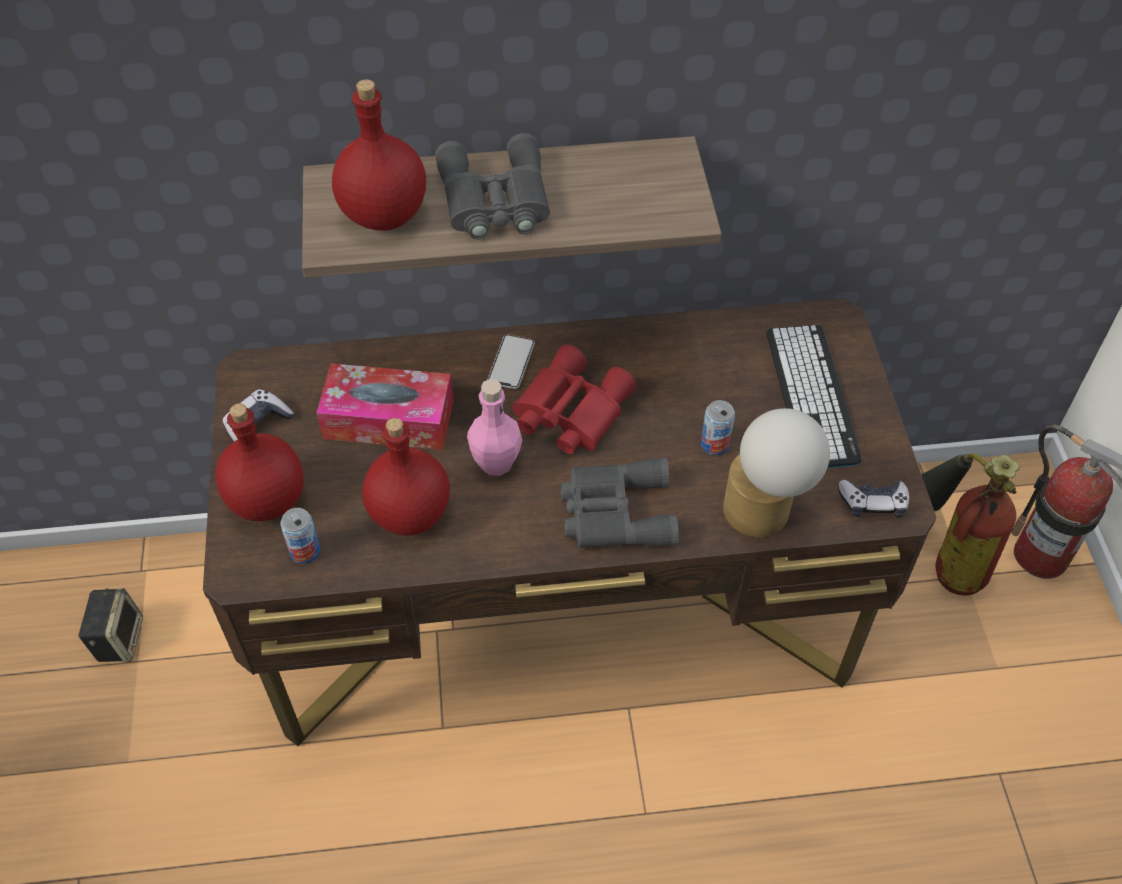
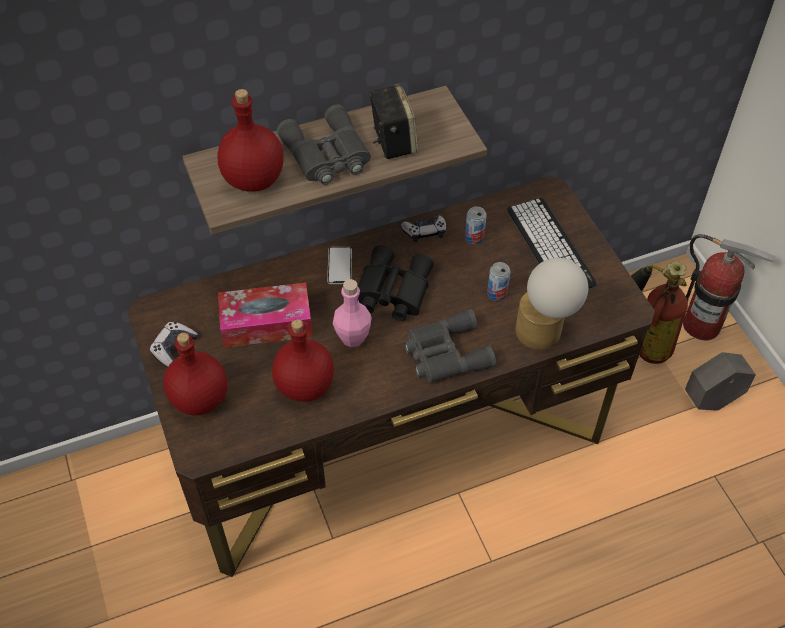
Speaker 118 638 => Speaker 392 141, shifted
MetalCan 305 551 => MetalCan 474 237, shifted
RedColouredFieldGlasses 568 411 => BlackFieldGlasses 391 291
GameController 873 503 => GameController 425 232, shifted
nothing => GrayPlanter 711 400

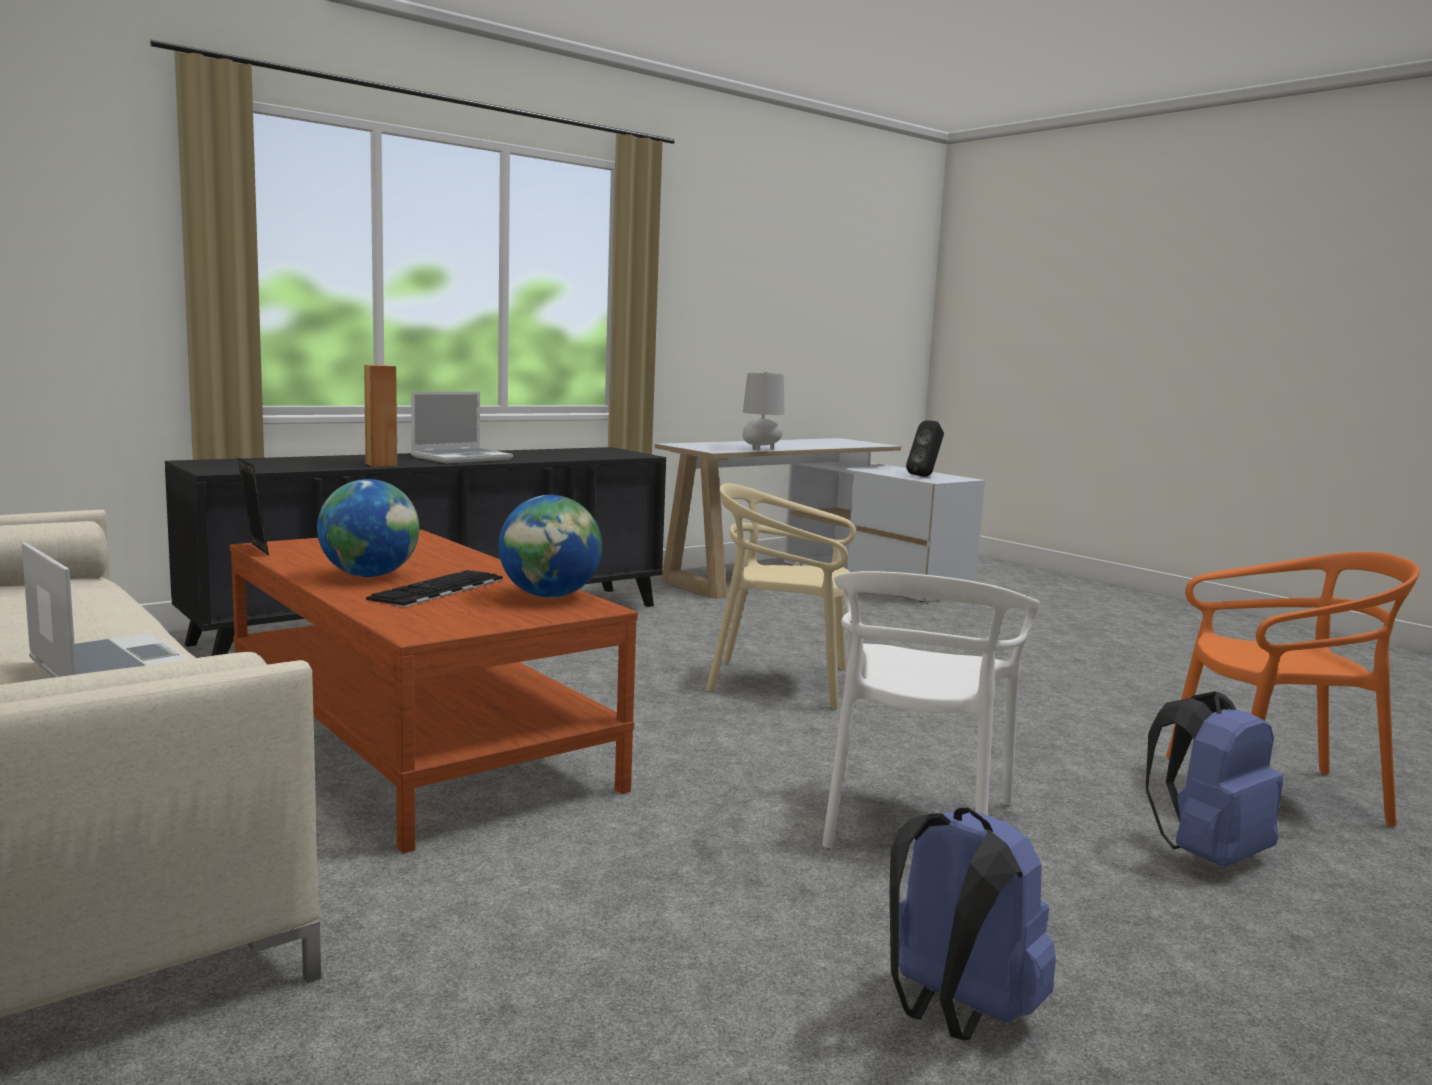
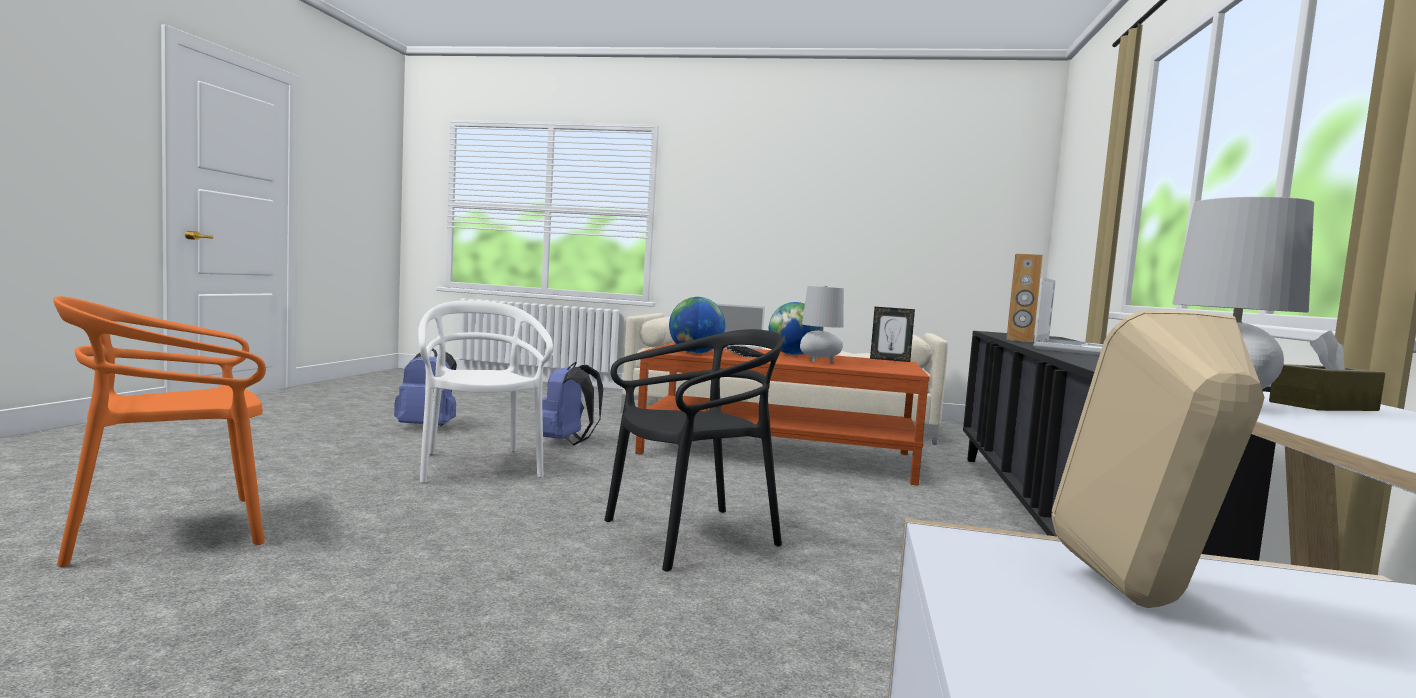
Laptop 462 458 => Laptop 1072 349, 150 degrees counterclockwise
SandColouredUprightChair 781 682 => BlackUprightChair 691 536
BlackSpeaker 925 476 => SandColouredSpeaker 1142 605
BluishBackpack 1207 854 => BluishBackpack 566 442, shifted
nothing => GrayLampForATable 819 361
nothing => BrownishTissueBox 1323 406

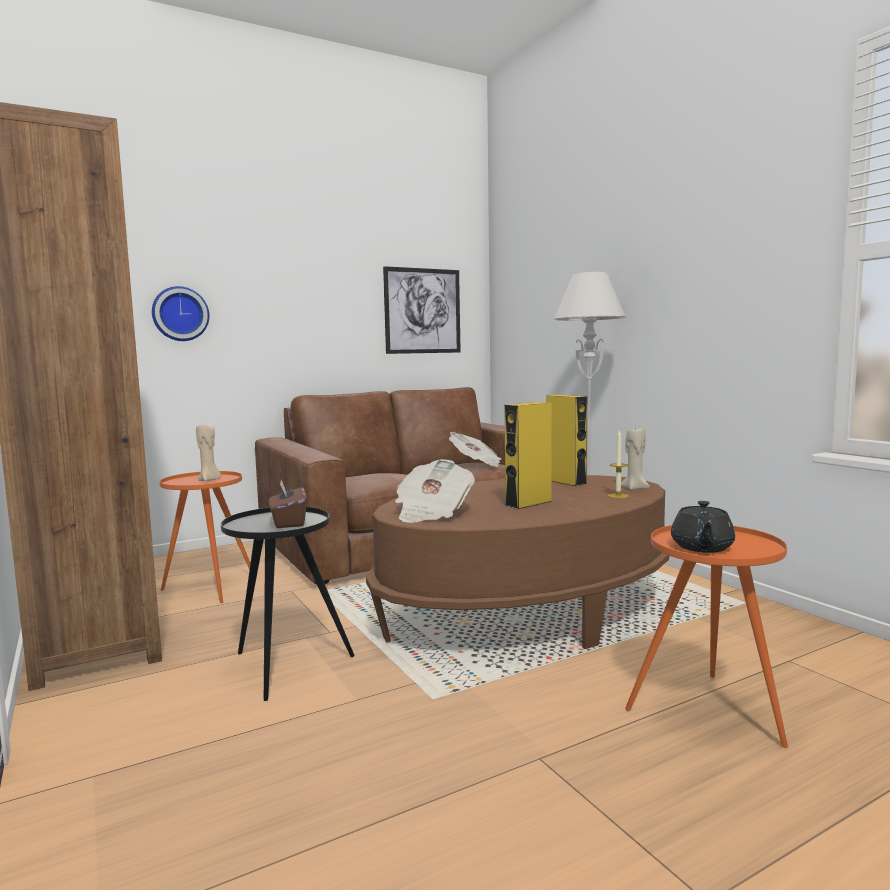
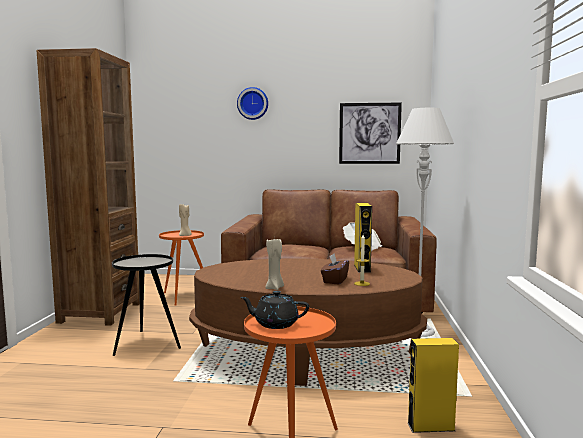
HangingClock 180 314 => HangingClock 253 103, shifted
BrownishTissueBox 288 522 => BrownishTissueBox 334 280, shifted
DailyPaper 431 513 => nothing
YellowSpeaker 528 503 => YellowSpeaker 431 426, shifted
SandColouredWaxLight 634 488 => SandColouredWaxLight 275 288, shifted
BlackTeaPot 701 547 => BlackTeaPot 275 324, 45 degrees clockwise

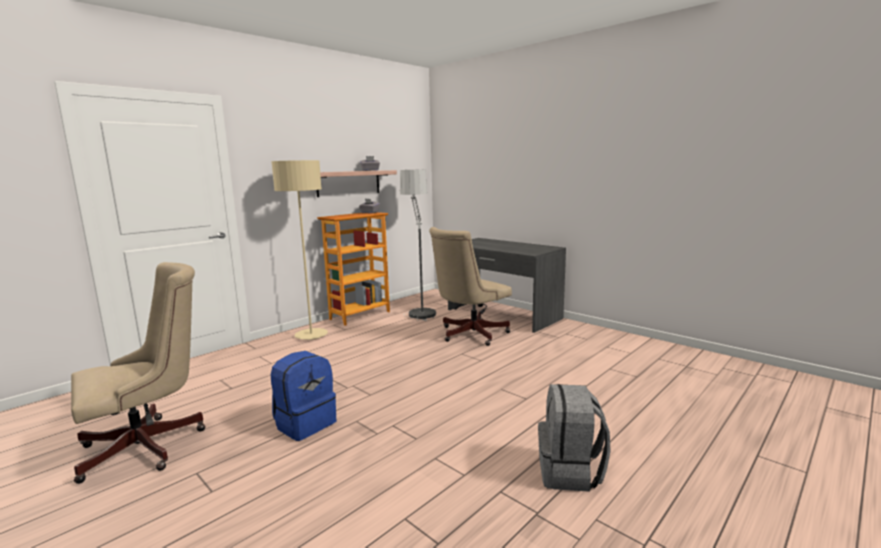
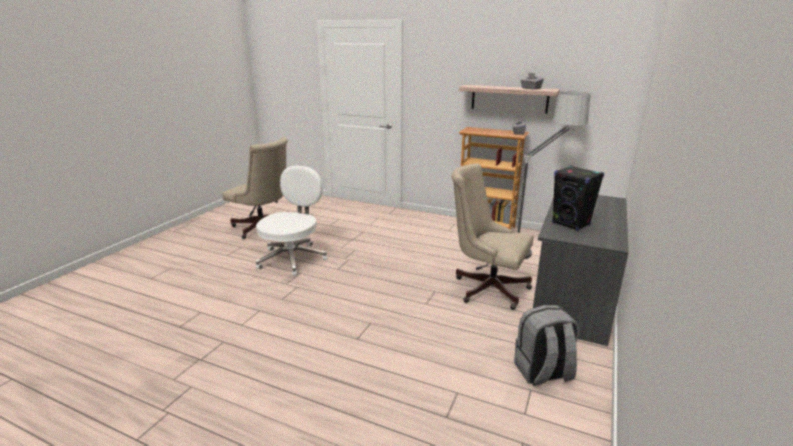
SandColouredFloorLamp 311 335 => nothing
BluishBackpack 305 423 => WhiteColouredComputerChair 293 258
GrayBackpack 570 472 => GrayBackpack 542 372, shifted
nothing => BlackSpeaker 571 224

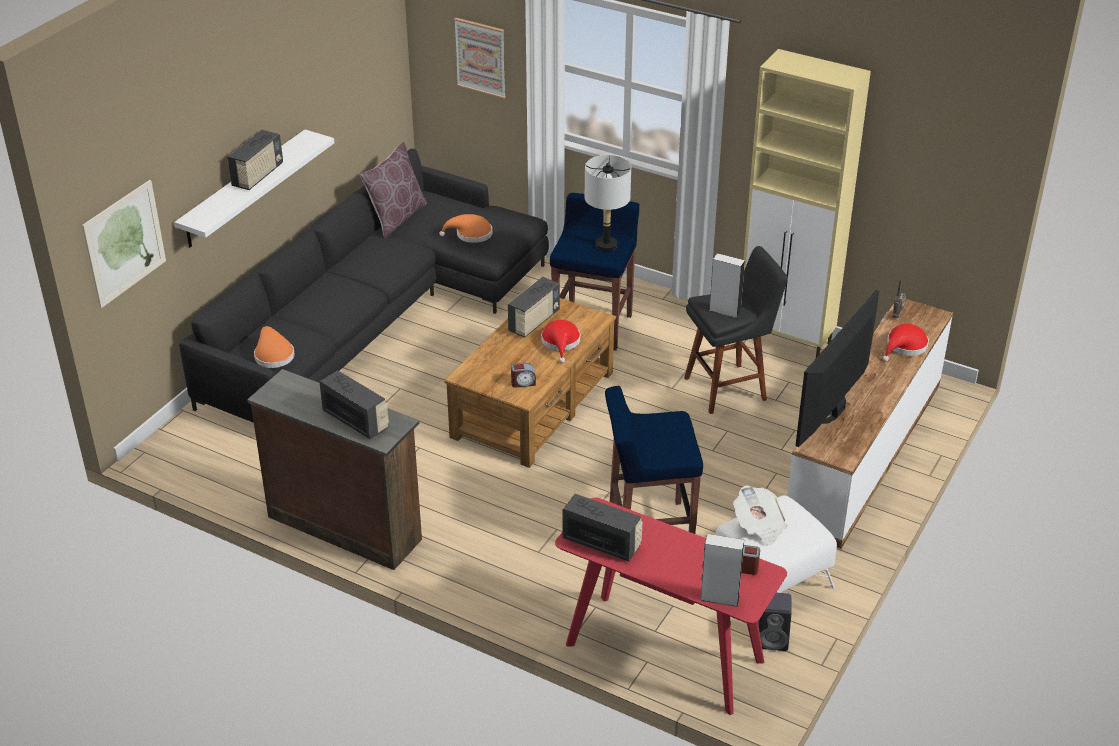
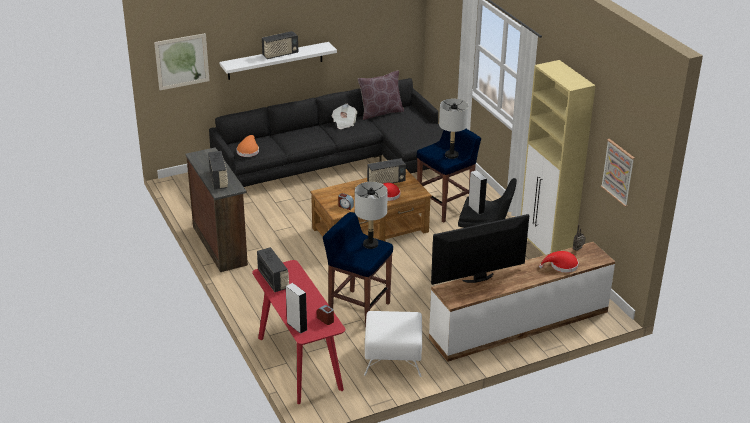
OrangeColouredWearableHat 471 234 => nothing
Picture 481 57 => Picture 618 172, shifted
DailyPaper 759 526 => DailyPaper 344 123, shifted
BlackSpeaker 773 639 => nothing
nothing => GrayLampForATable 370 244

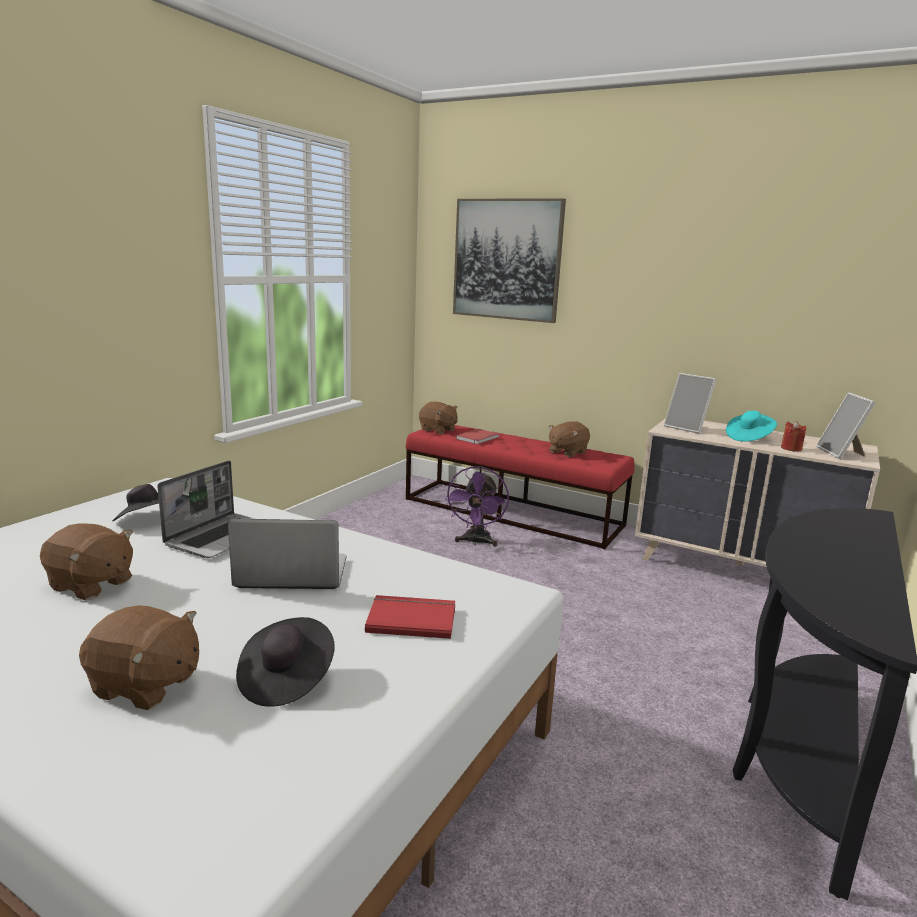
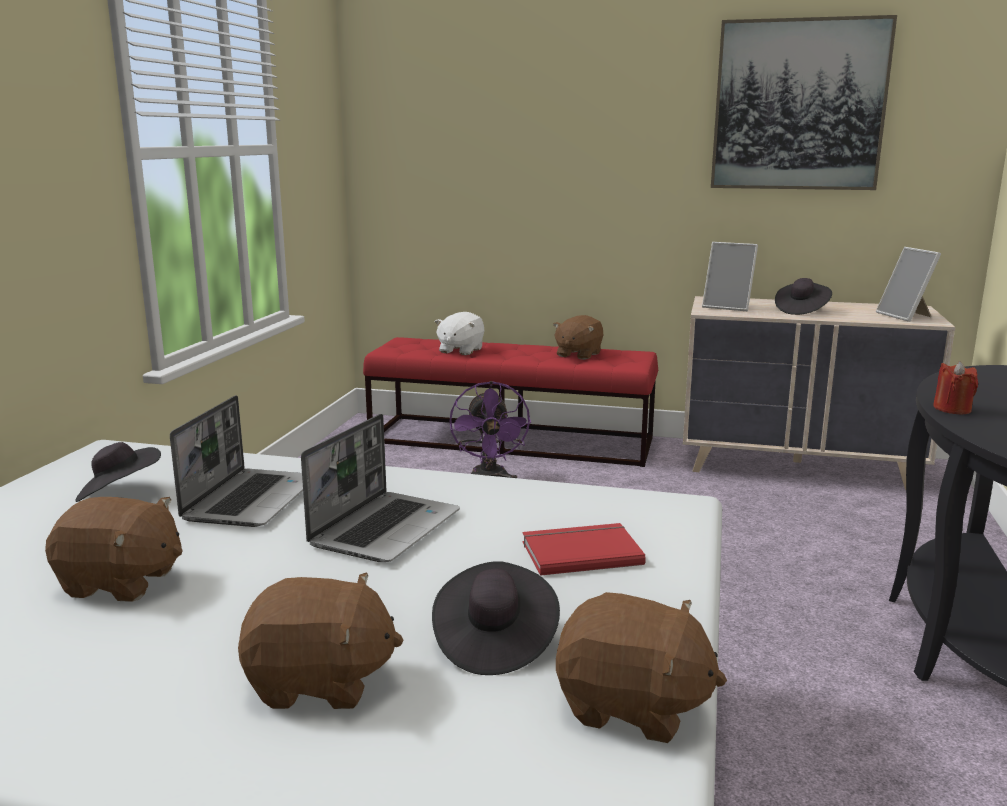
Laptop 290 574 => Laptop 385 528, 135 degrees clockwise
BrownishSoftToy 438 430 => BrownishSoftToy 632 707, shifted
Picture 507 260 => Picture 798 105, shifted
RedColouredVolume 479 438 => WhiteColouredSoftToy 460 350
TurquoiseWearableHat 748 438 => BlackWearableHat 801 310
RedColouredWaxLight 791 448 => RedColouredWaxLight 952 409, shifted

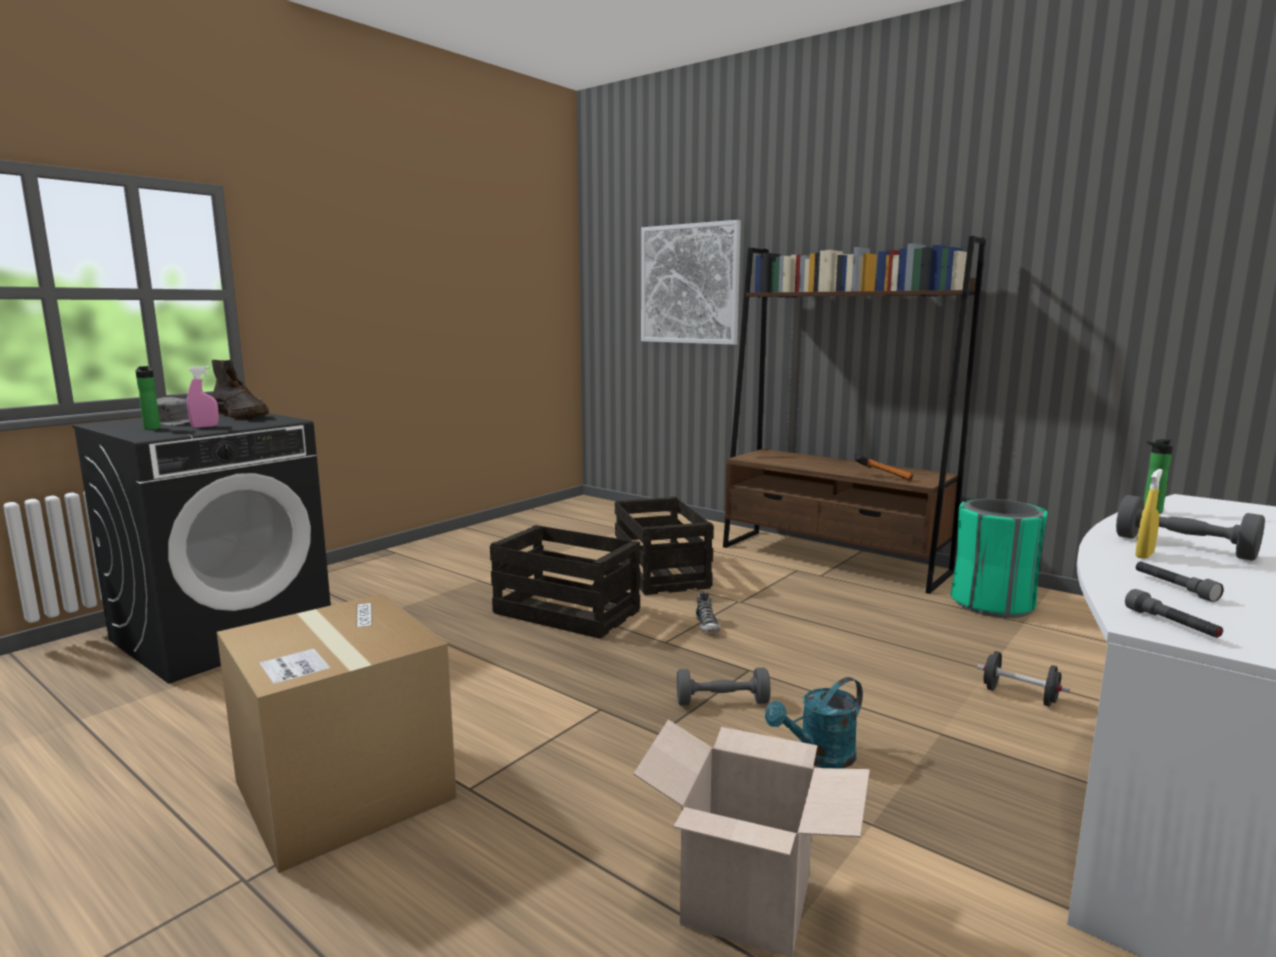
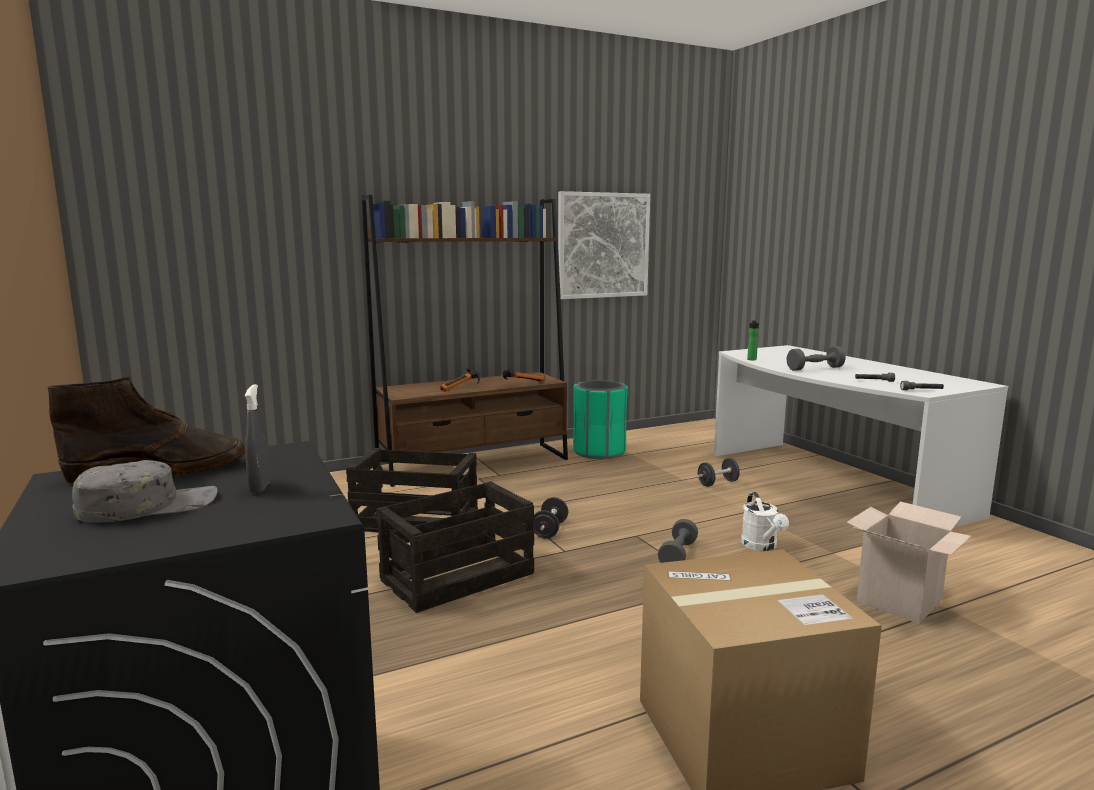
DrinkBottle 152 428 => nothing
PinkSprayer 205 426 => GraySprayer 260 488
Picture 689 284 => Picture 603 245, shifted
Shoe 707 626 => BlackDumbbell 549 530
TurquoiseWateringCan 819 757 => WhiteColouredWateringCan 762 546
YellowSprayer 1144 555 => nothing
nothing => Hammer 462 389

